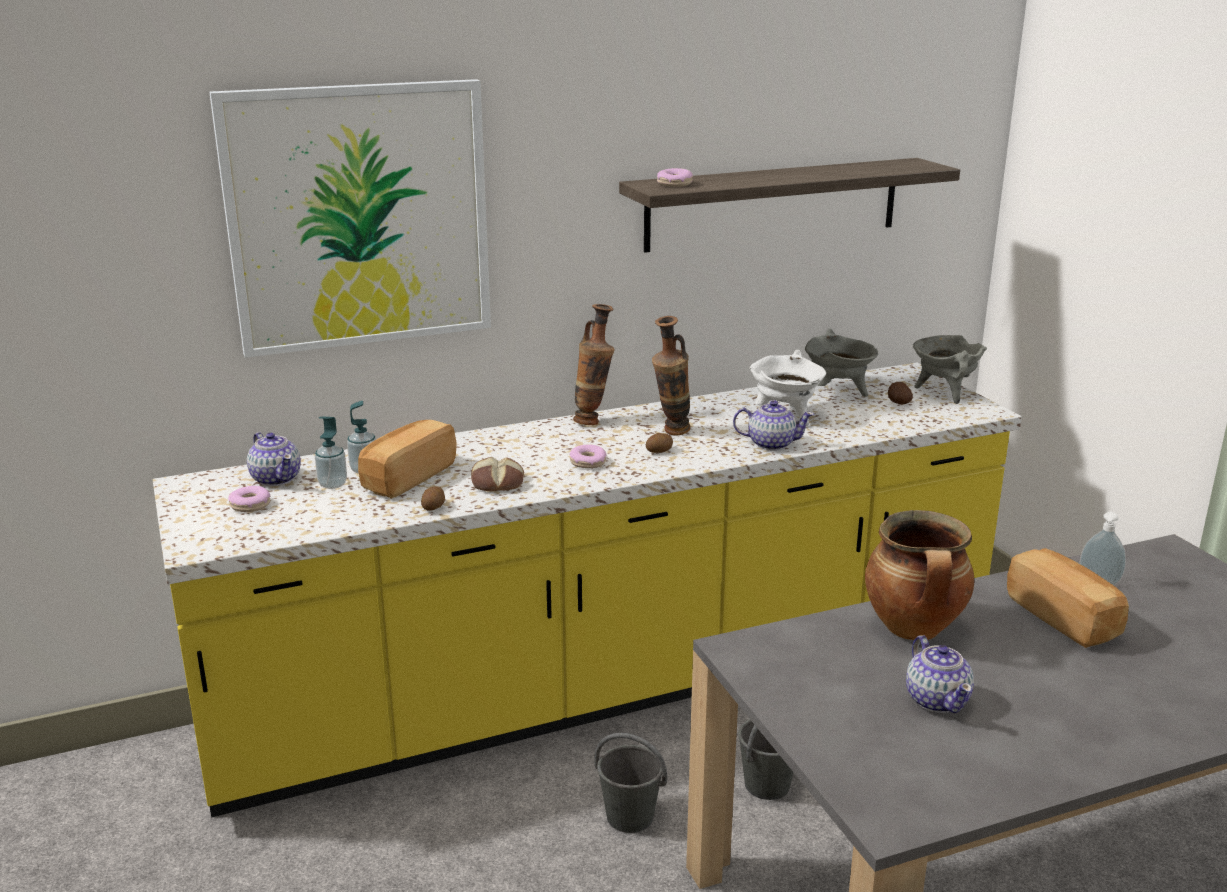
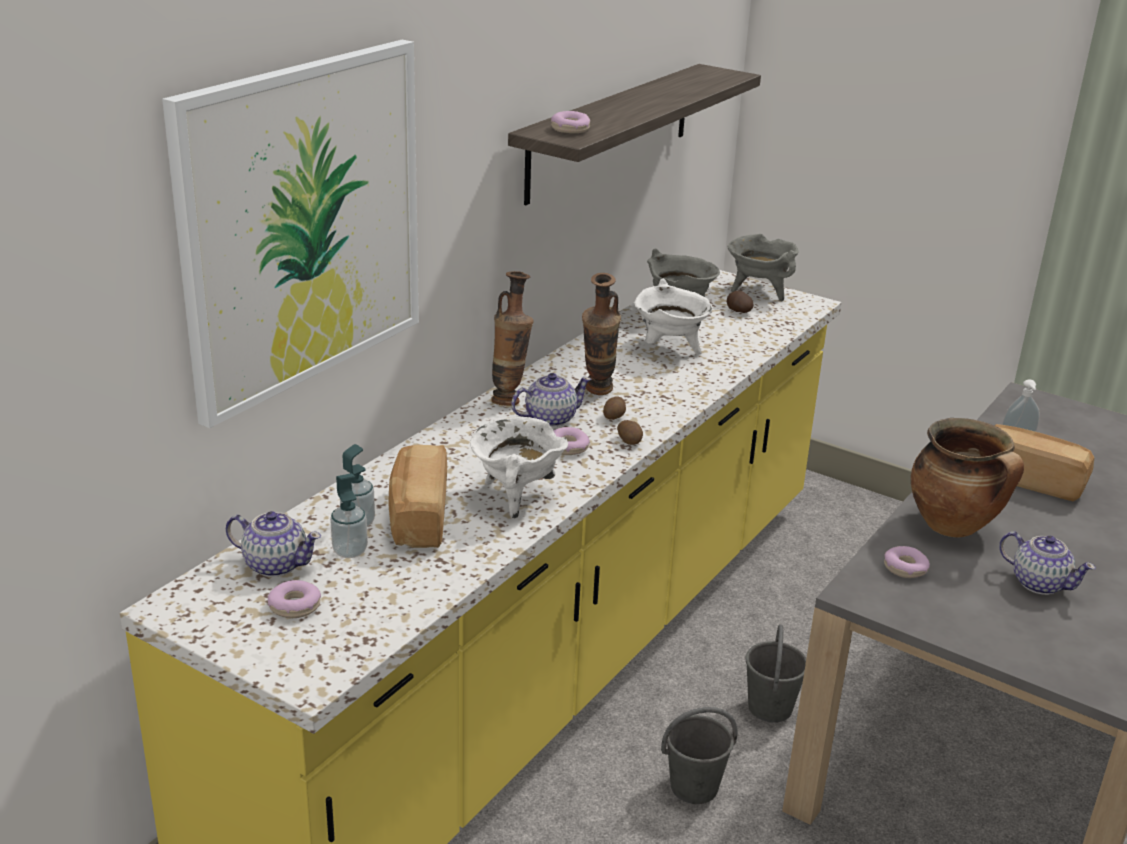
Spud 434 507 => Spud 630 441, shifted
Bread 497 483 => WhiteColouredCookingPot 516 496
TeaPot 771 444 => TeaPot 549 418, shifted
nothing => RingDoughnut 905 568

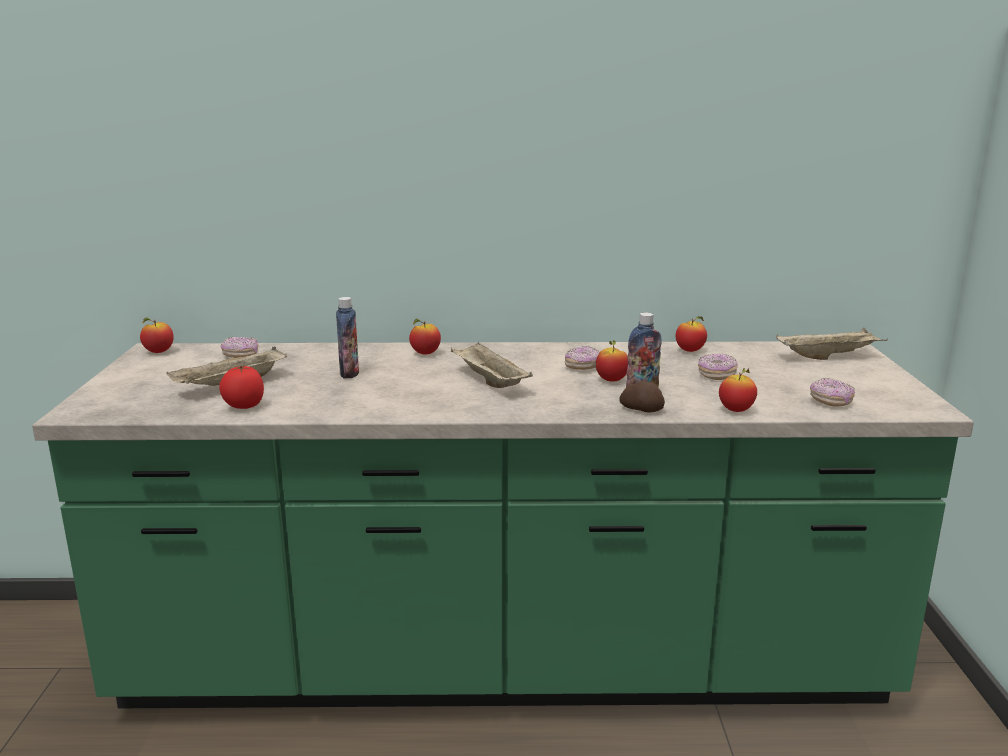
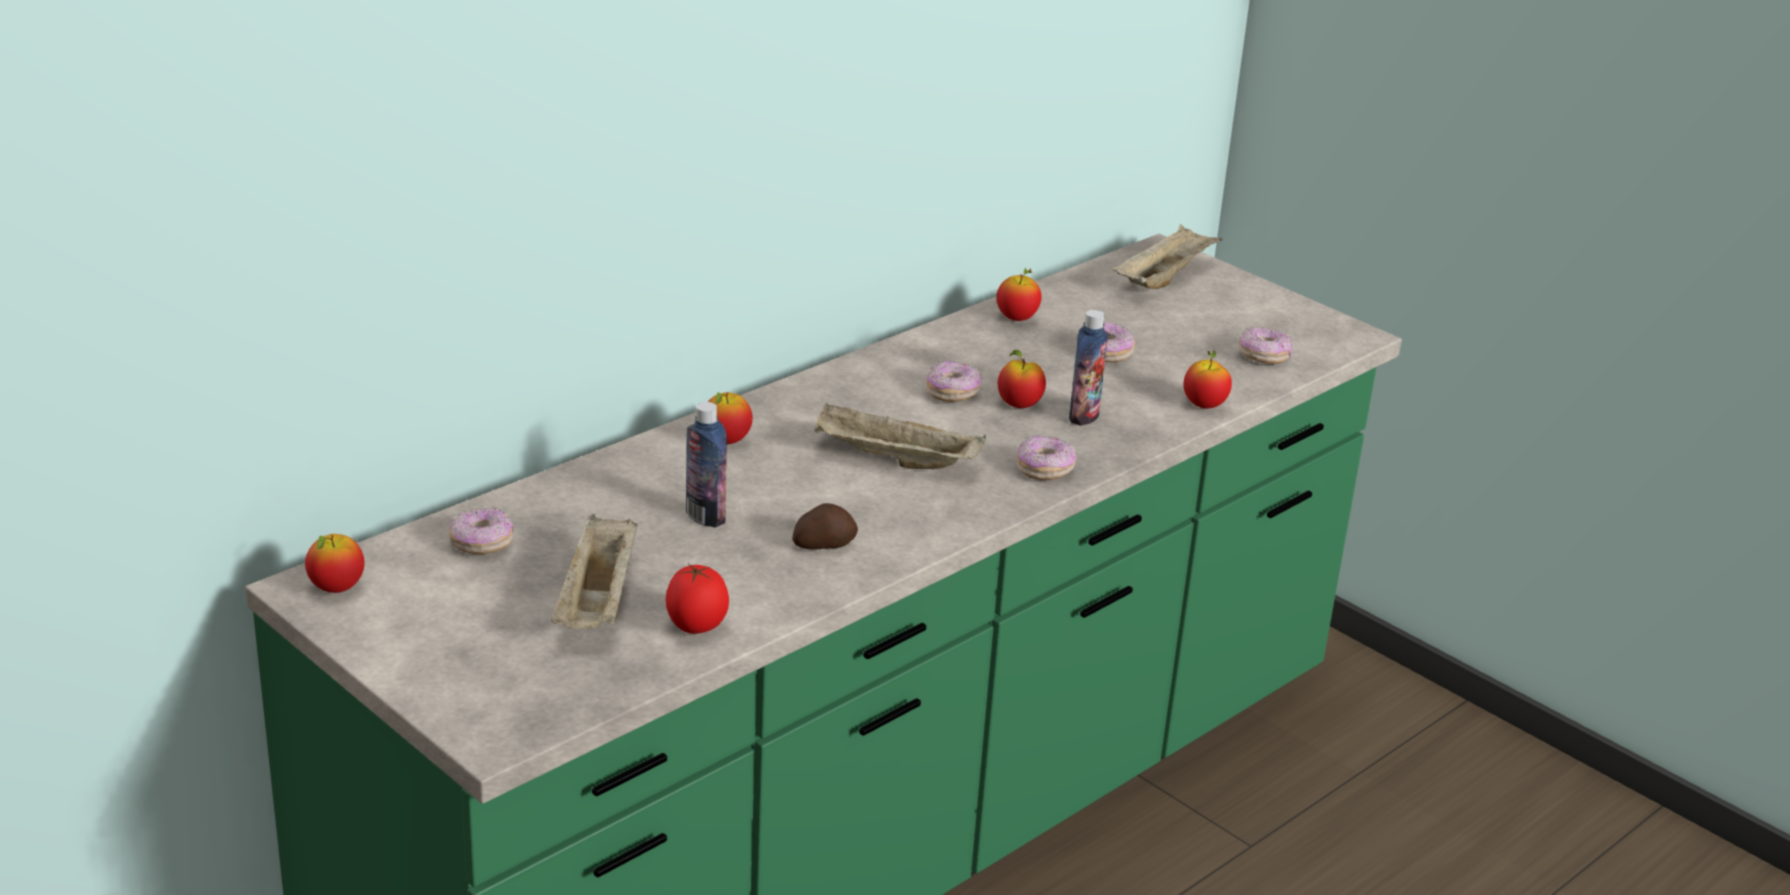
Spud 642 409 => Spud 823 544, shifted
nothing => RingDoughnut 1044 470

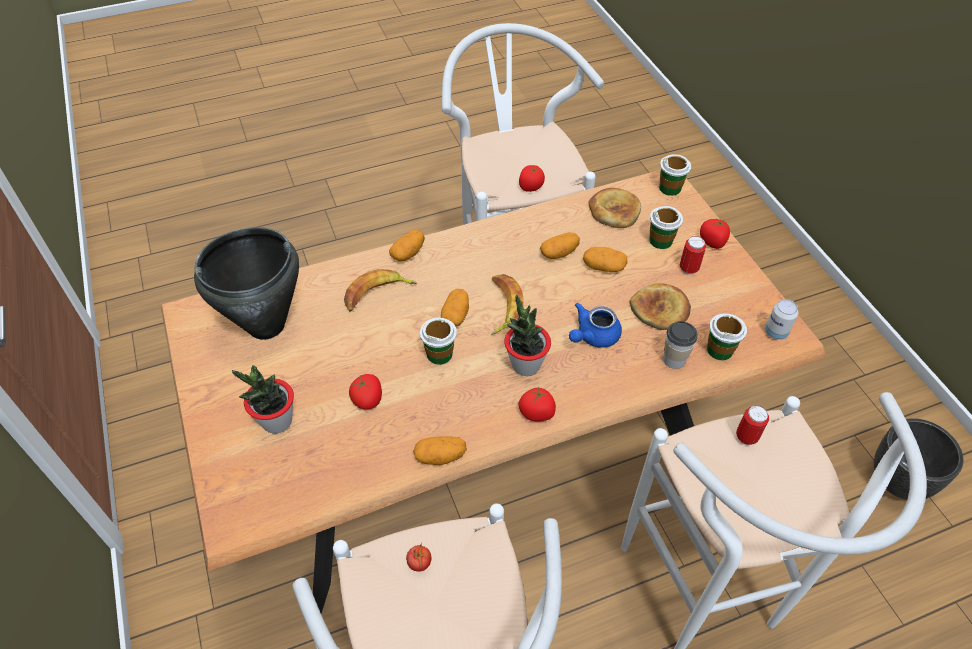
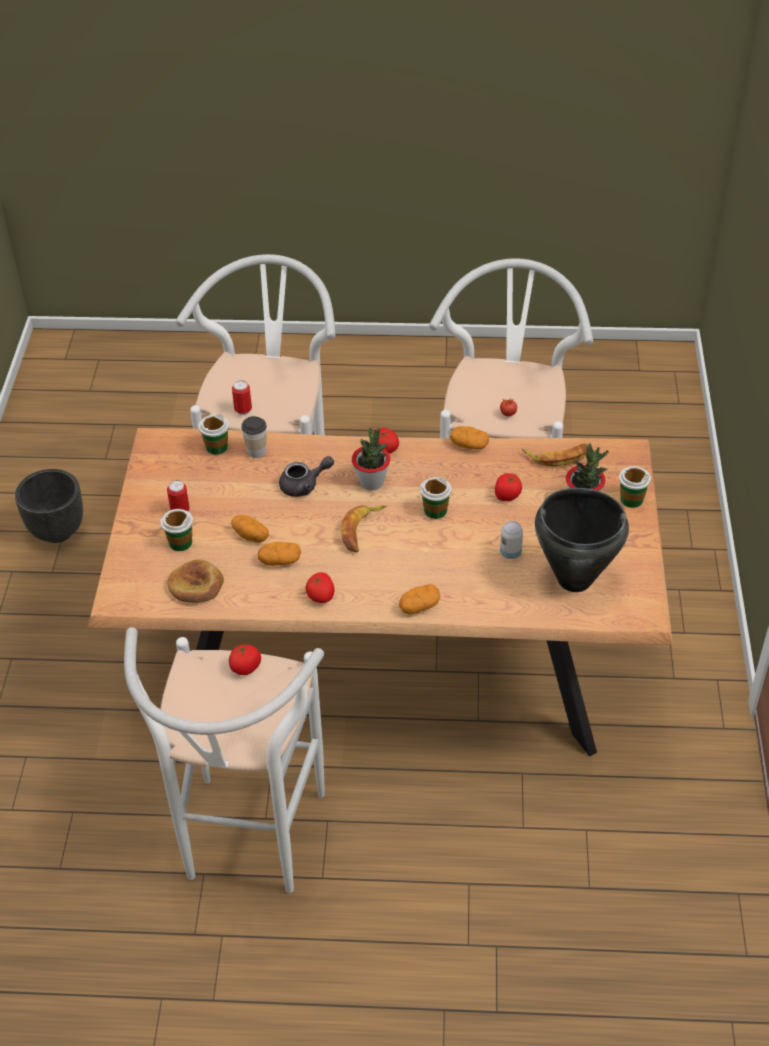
BananaFruit 377 294 => BananaFruit 557 456, shifted
Spud 456 315 => nothing
BluishTeaPot 593 336 => GrayTeaPot 304 485
Bread 660 309 => nothing
SmallCup 670 188 => SmallCup 631 499, shifted
WholeTomato 712 242 => WholeTomato 321 596, shifted
MetalCan 775 332 => MetalCan 510 553, shifted

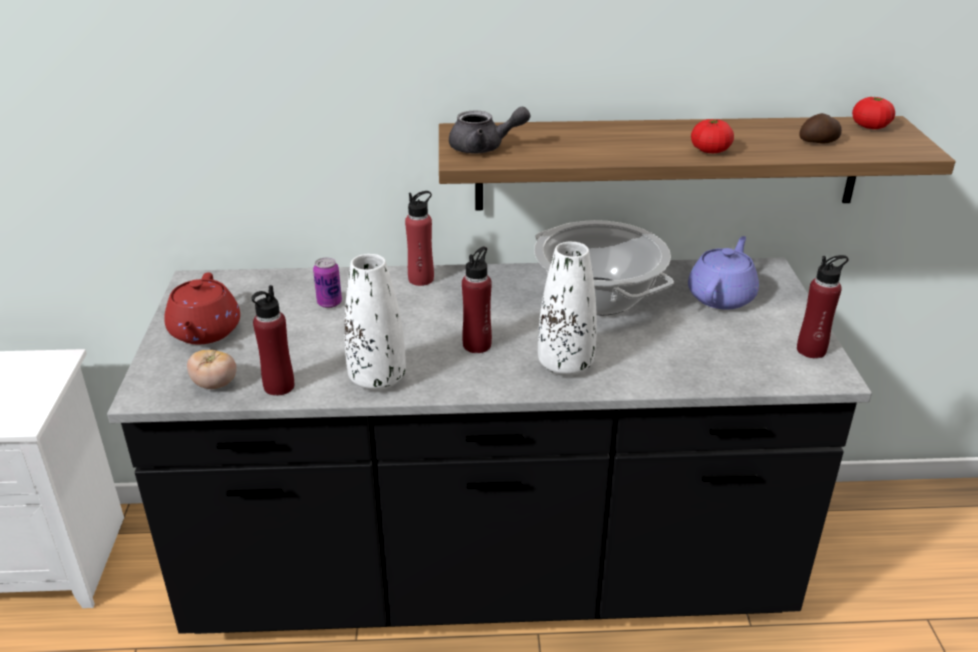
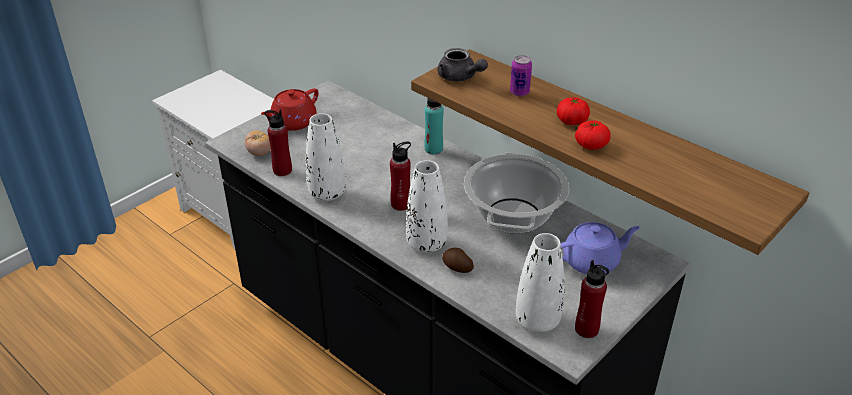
MetalCan 329 303 => MetalCan 519 92, shifted
RedColouredDrinkBottle 421 279 => TurquoiseDrinkBottle 433 149
Spud 819 142 => Spud 456 268, shifted
WholeTomato 870 127 => WholeTomato 571 121, shifted
nothing => WhiteColouredVase 537 321

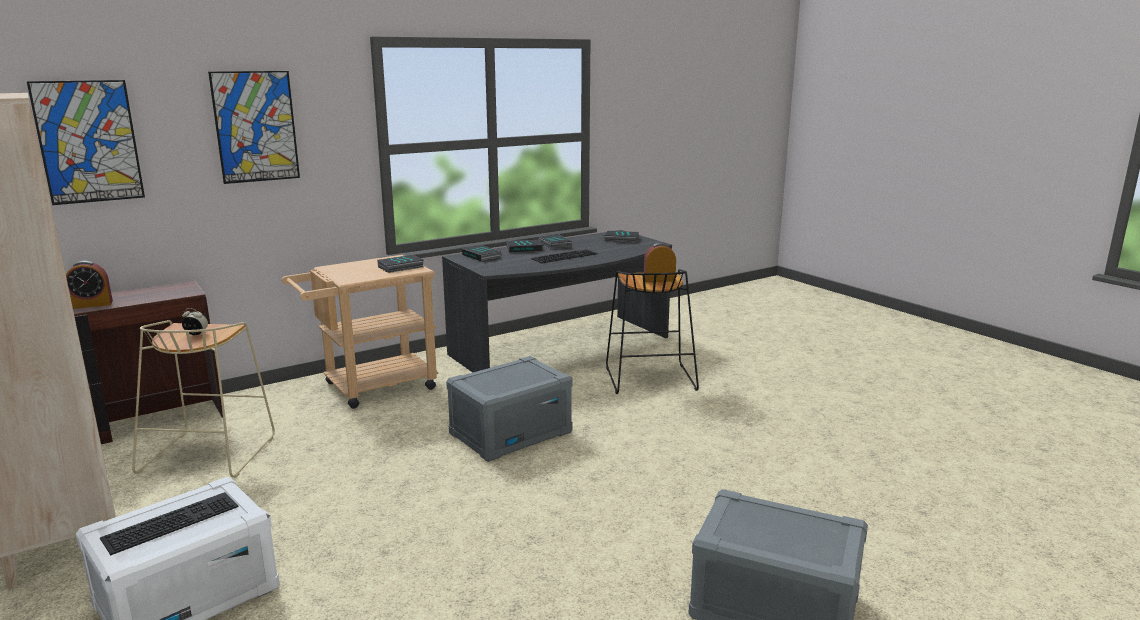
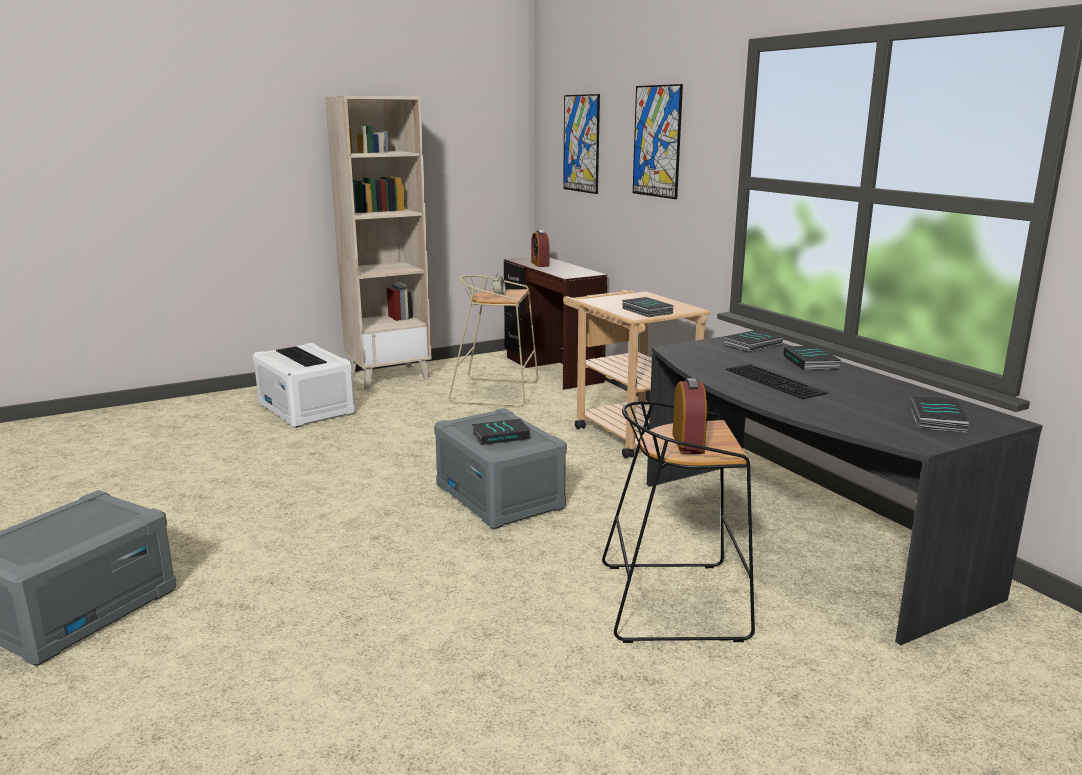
Volume 554 245 => Volume 501 435, shifted

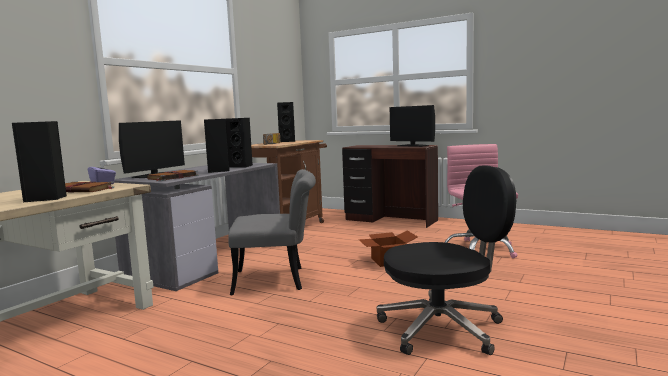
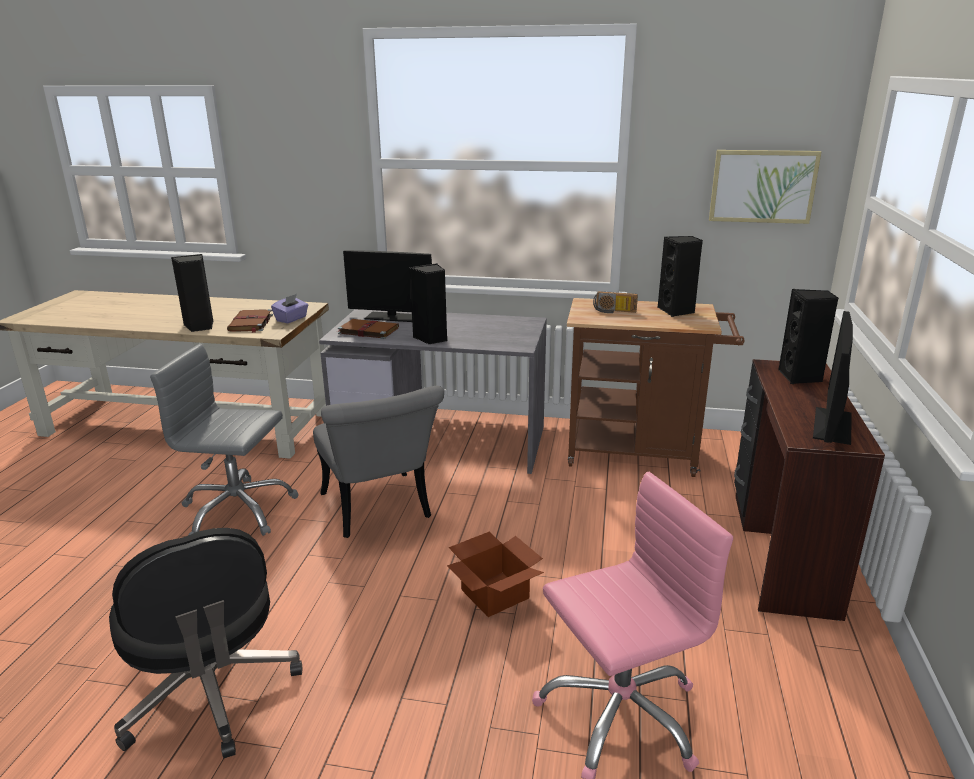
BlackSpeaker 242 166 => BlackSpeaker 800 377, shifted
nothing => GrayComputerChair 237 510
nothing => Picture 762 186

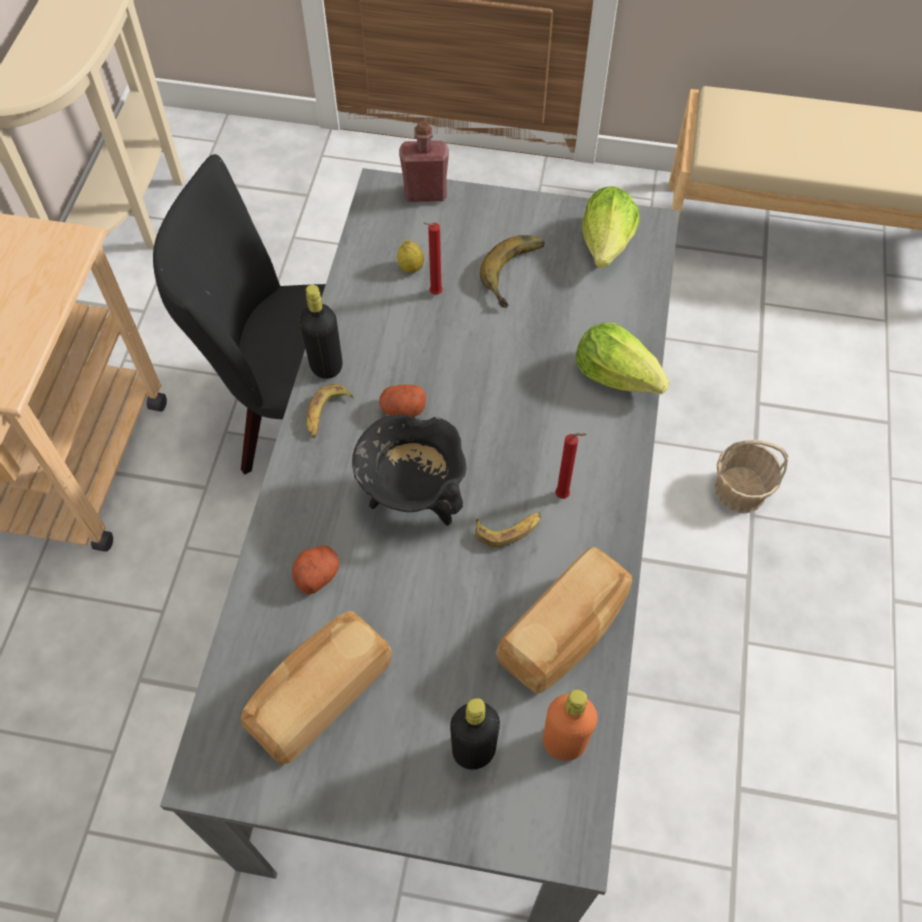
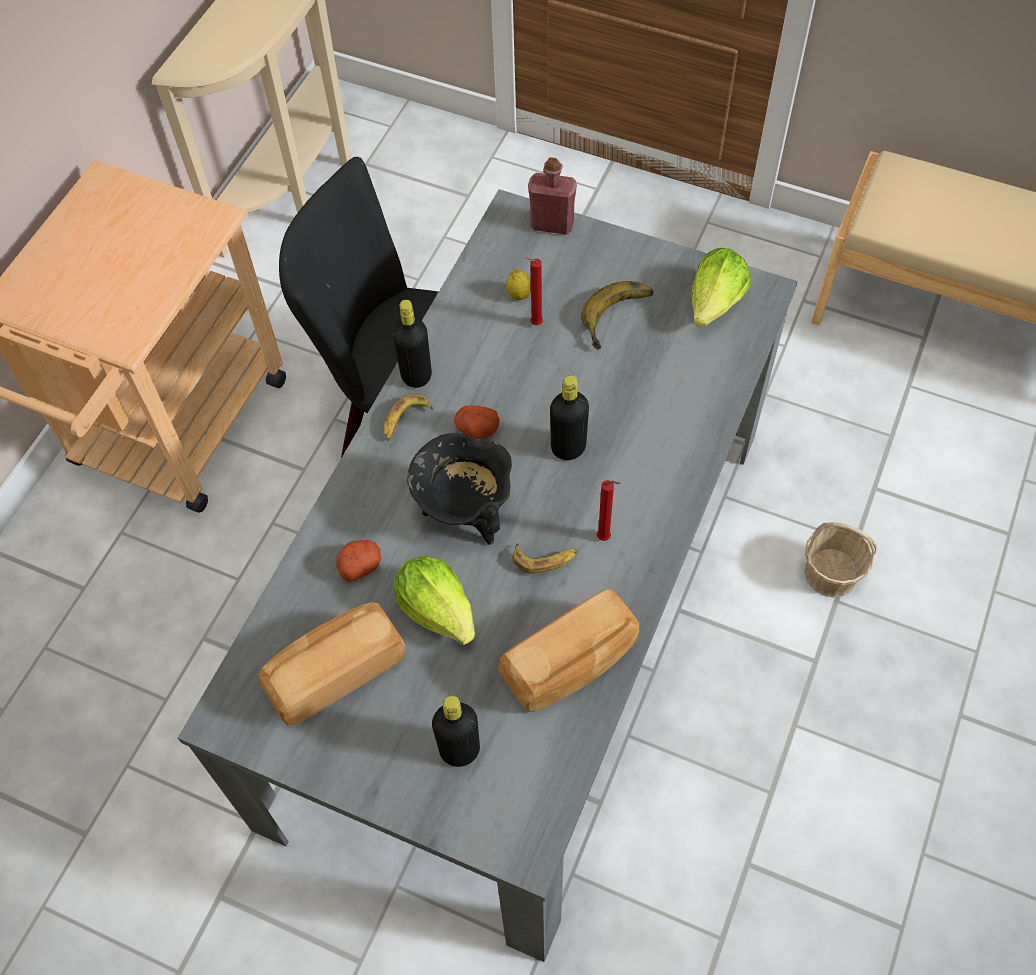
OrangeColouredDrinkBottle 564 742 => nothing
LettuceHead 617 375 => LettuceHead 438 609, shifted
nothing => BlackDrinkBottle 568 448

